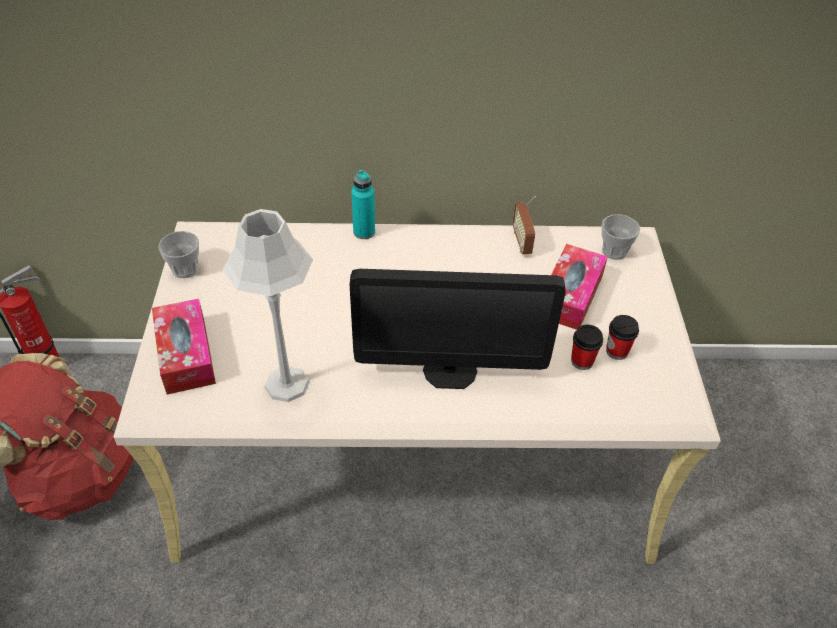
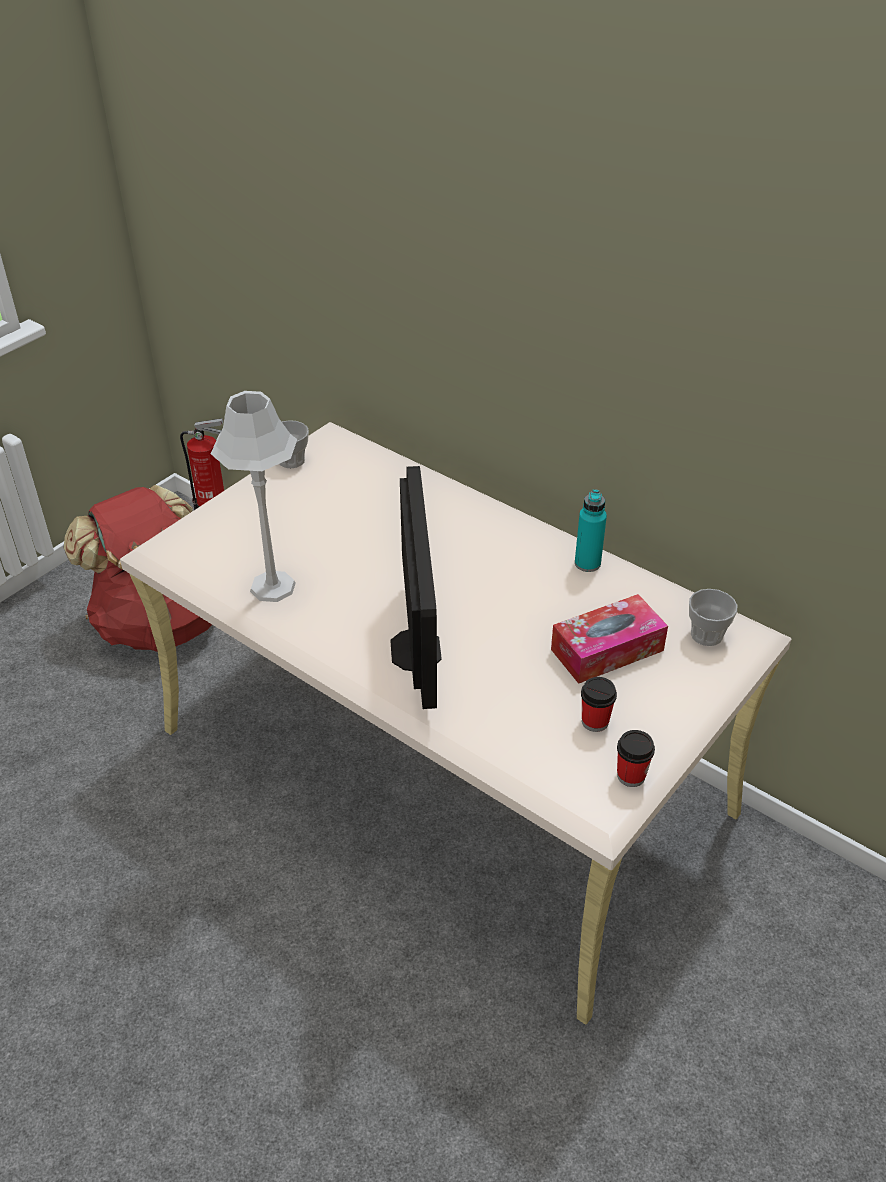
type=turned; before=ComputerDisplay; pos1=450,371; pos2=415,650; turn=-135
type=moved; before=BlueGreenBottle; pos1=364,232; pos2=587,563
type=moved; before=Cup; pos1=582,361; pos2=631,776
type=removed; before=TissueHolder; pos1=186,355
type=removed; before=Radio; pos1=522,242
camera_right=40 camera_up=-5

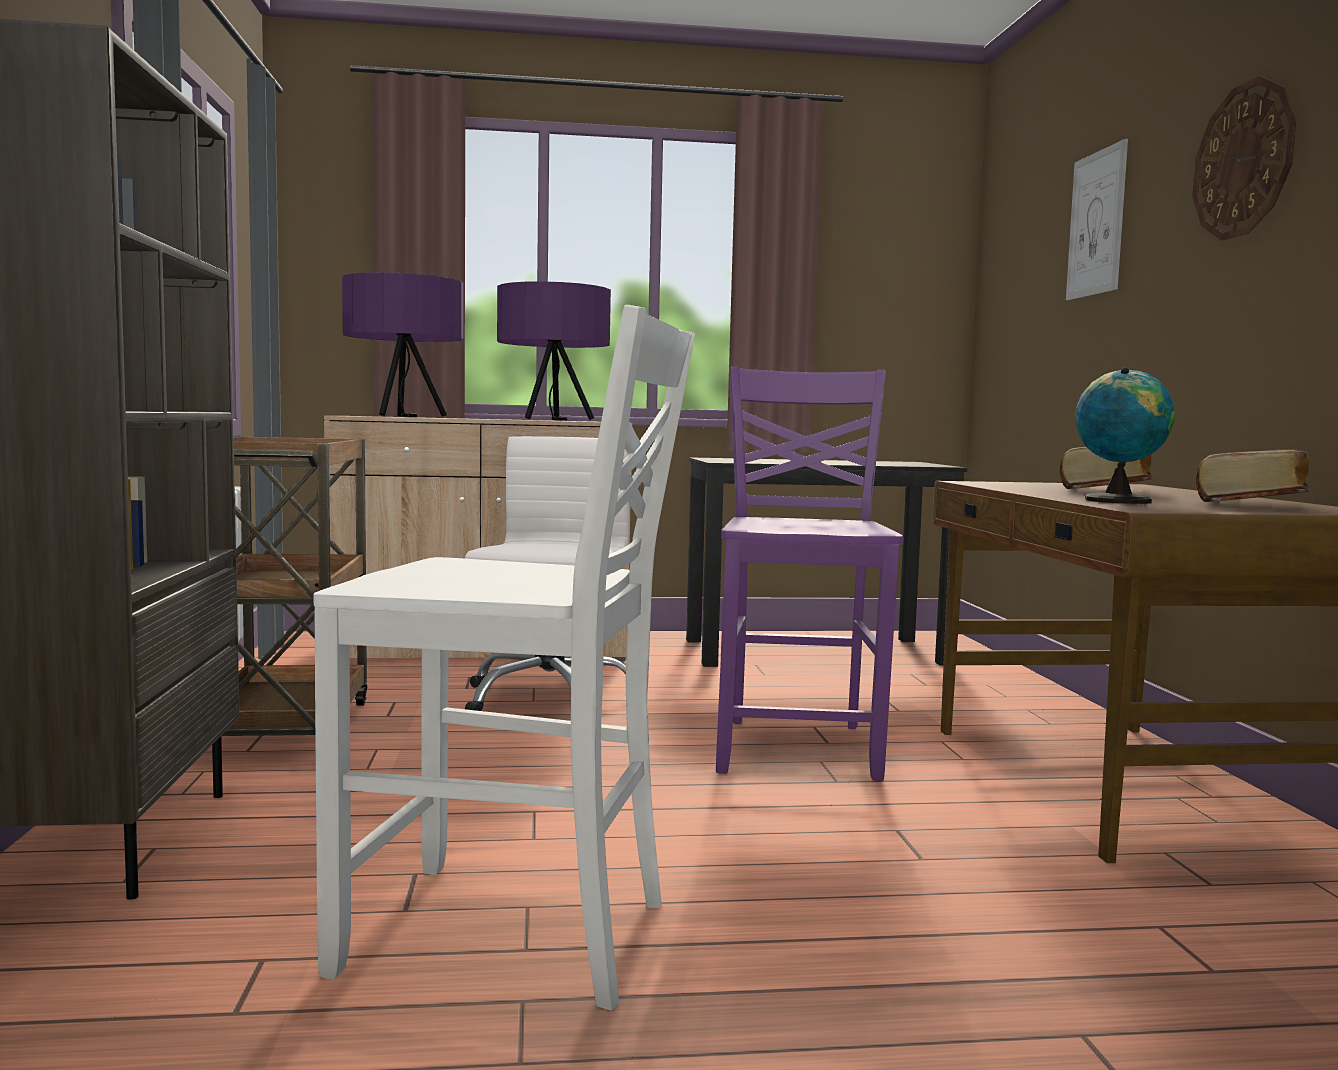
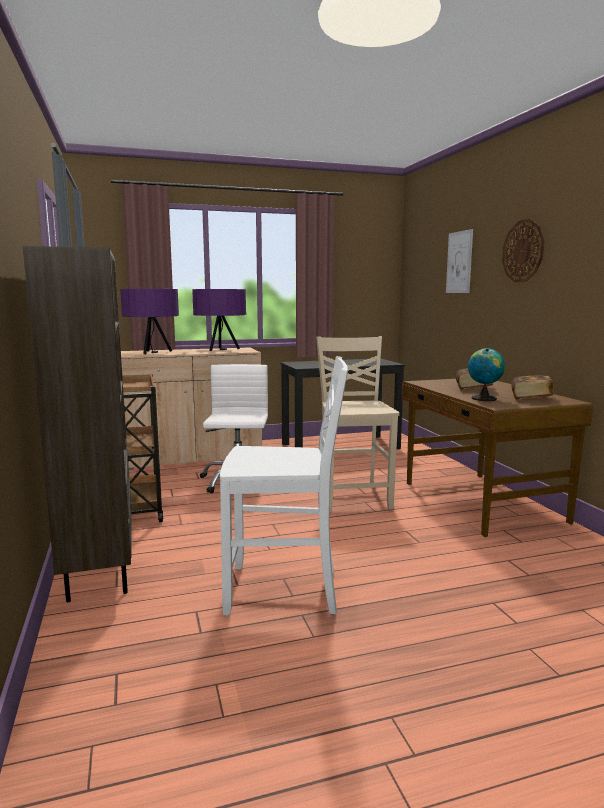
type=recoloured; before=PurpleUprightChair; after=BeigeUprightChair; pos1=798,747; pos2=353,496
camera_right=-10 camera_up=5

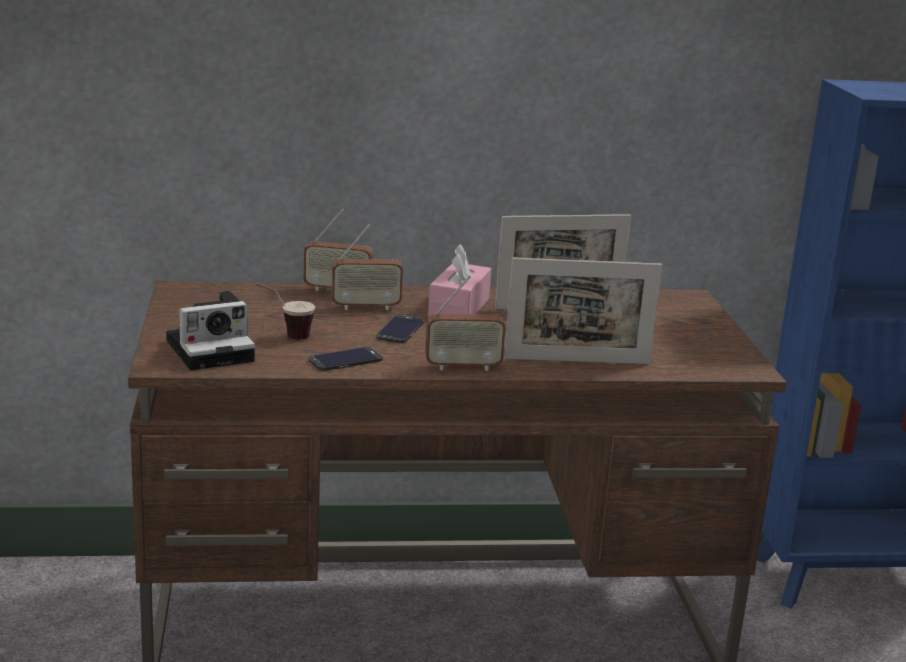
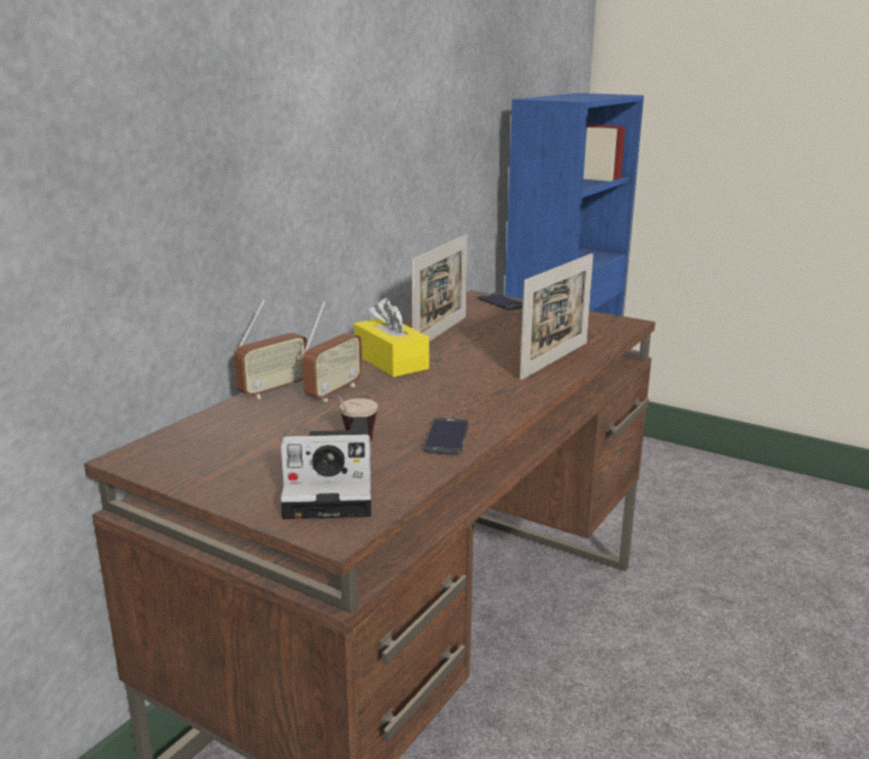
type=turned; before=StillCamera; pos1=213,350; pos2=334,490; turn=75
type=recoloured; before=PinkTissueHolder; after=YellowColouredTissueHolder; pos1=459,307; pos2=391,361
type=moved; before=Handset; pos1=400,330; pos2=501,302
type=removed; before=Radio; pos1=463,366
camera_right=-50 camera_up=0

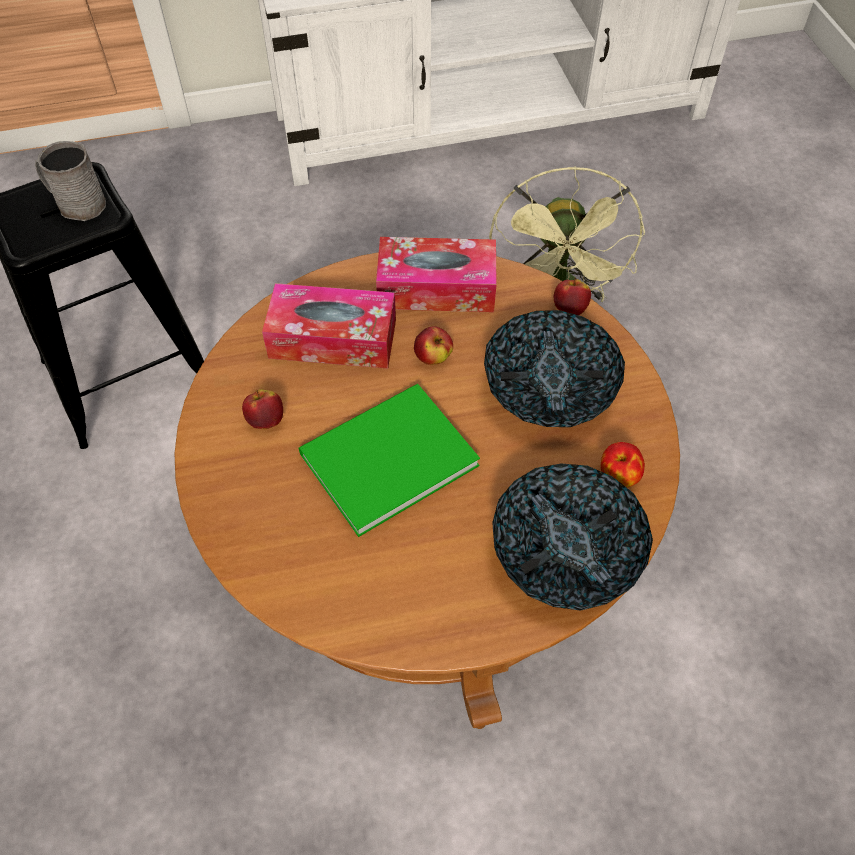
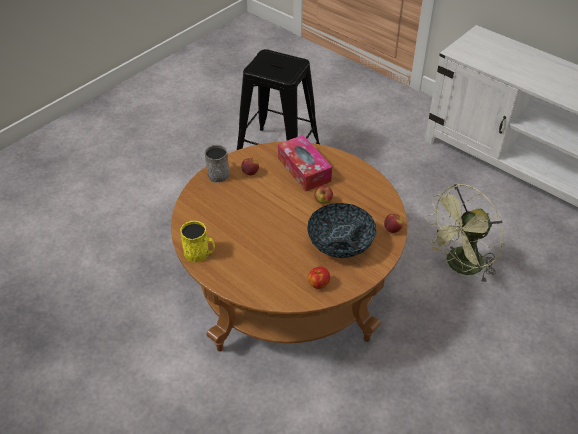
type=added; after=YellowColouredMug; pos2=200,253
type=moved; before=GreyMug; pos1=76,204; pos2=217,172
type=removed; before=GreenVolume; pos1=383,459
type=removed; before=TissueHolder; pos1=436,288
type=removed; before=Bowl; pos1=564,555
camera_right=55 camera_up=-10

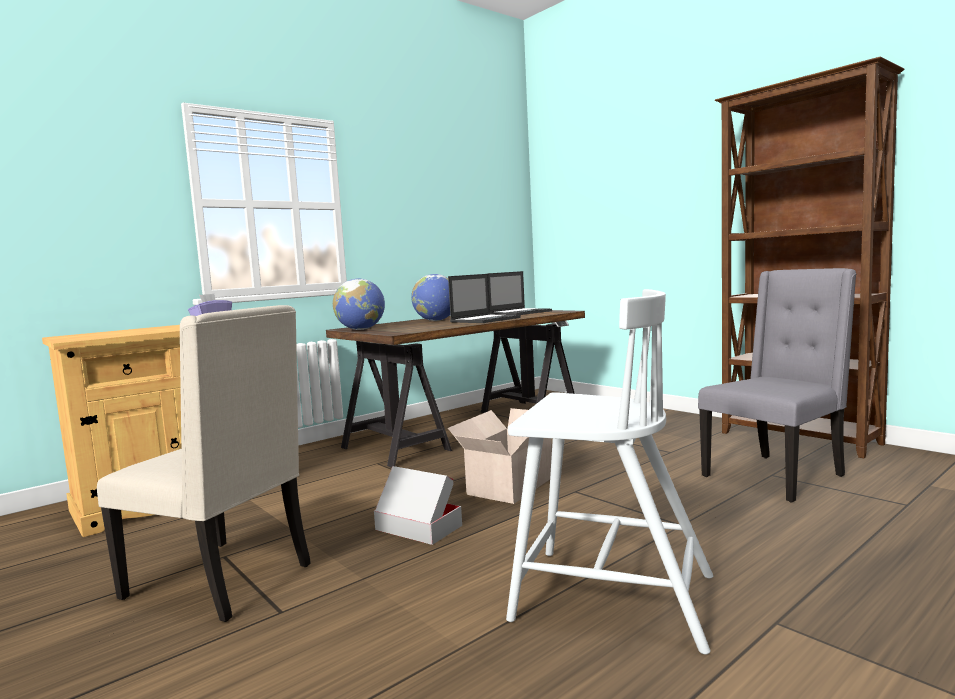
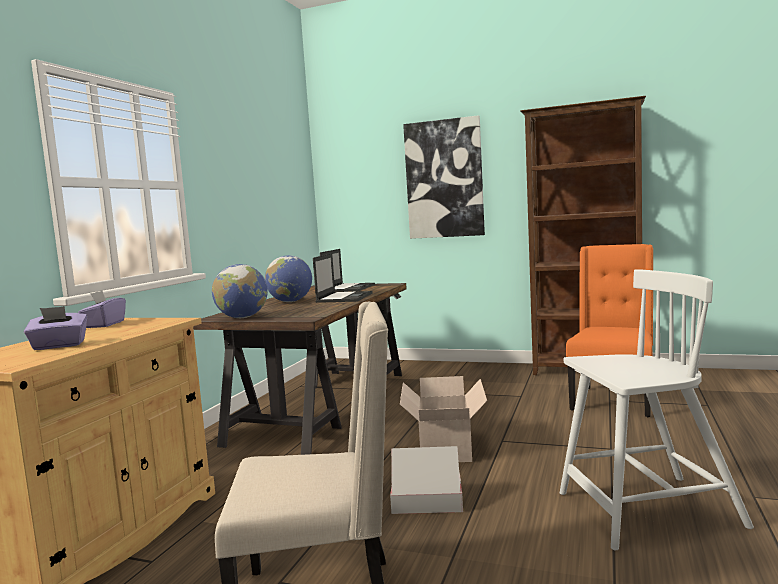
type=added; after=PurpleTissueHolder; pos2=59,346
type=added; after=Picture; pos2=444,179
type=recoloured; before=GreyUprightChair; after=OrangeColouredUprightChair; pos1=776,476; pos2=613,400
camera_right=-30 camera_up=0

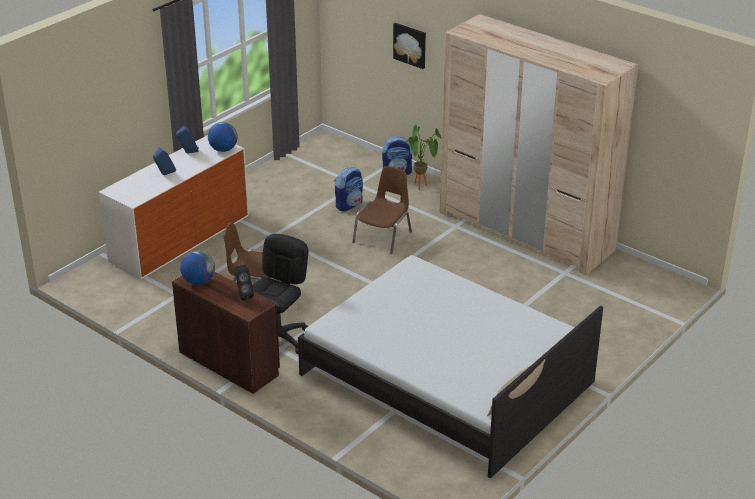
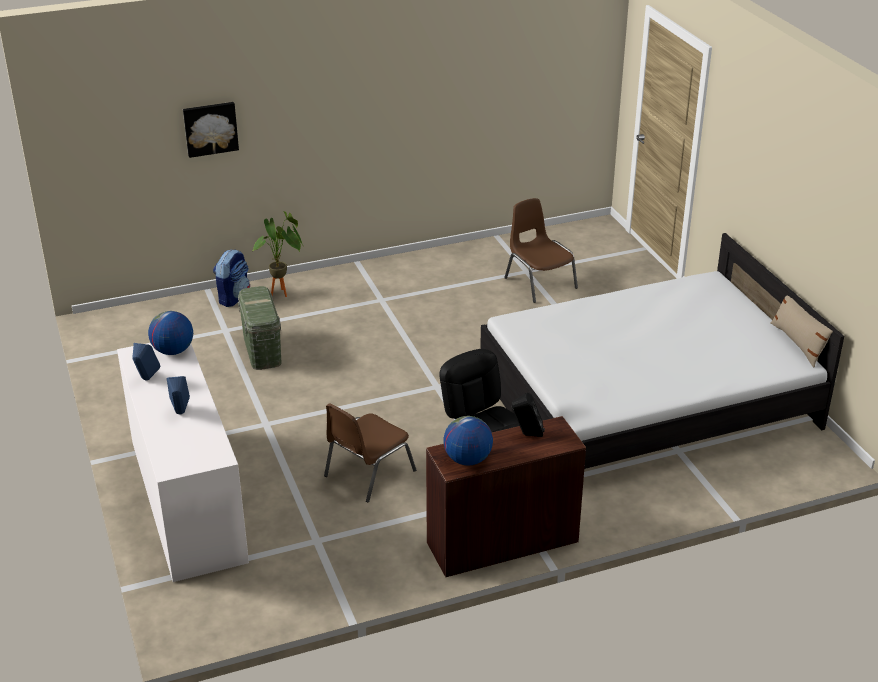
type=replaced; before=Knapsack; after=GreenStorageBin; pos1=349,204; pos2=262,350
type=moved; before=BrownUprightChair; pos1=383,237; pos2=539,283
type=removed; before=BeigeArmoire; pos1=526,231
camera_right=-60 camera_up=0

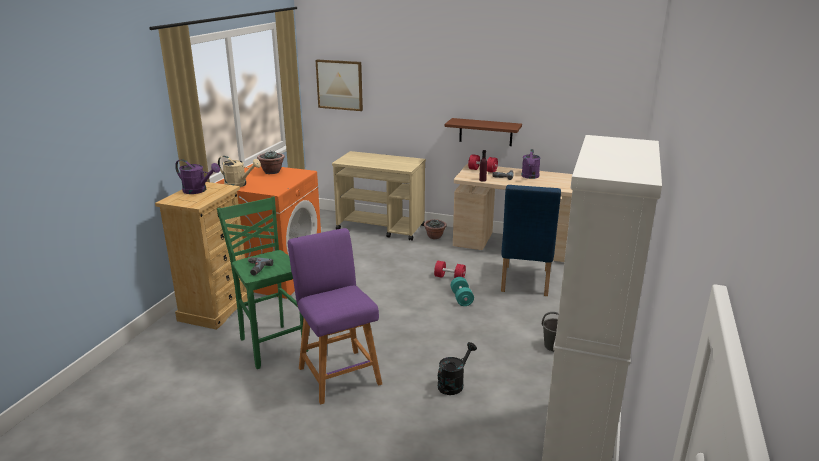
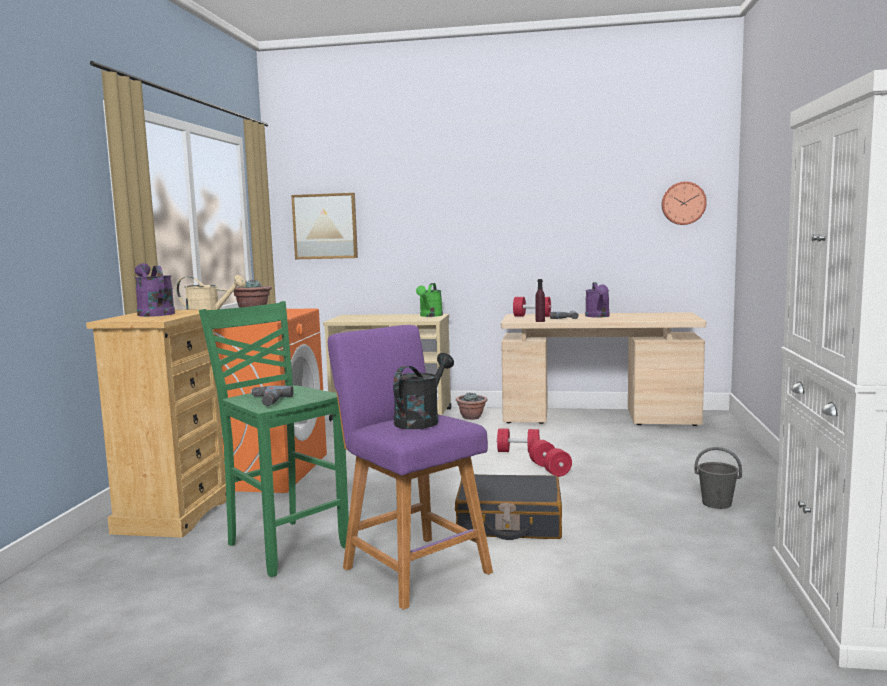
type=turned; before=PurpleWateringPot; pos1=198,190; pos2=154,313; turn=-135
type=moved; before=BlackishWateringPot; pos1=453,383; pos2=421,420
type=added; after=GreenWateringPot; pos2=430,316
type=added; after=BlackishPieceOfLuggage; pos2=509,523
type=recoloured; before=BlueGreenHandWeight; after=RedHandWeight; pos1=461,298; pos2=550,469
type=added; after=HangingClock; pos2=683,203
type=removed; before=BrownBracketShelf; pos1=485,132
type=removed; before=BlueUprightChair; pos1=524,283
camera_right=-10 camera_up=-15

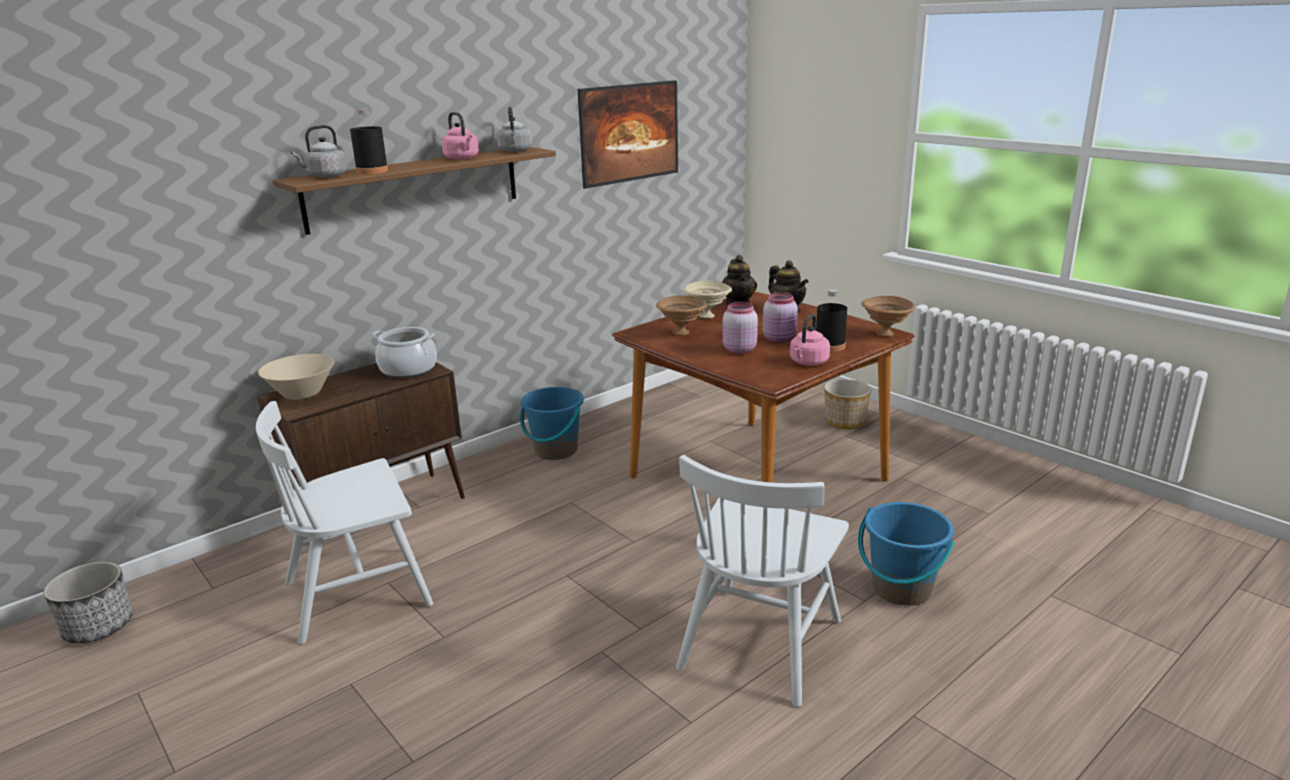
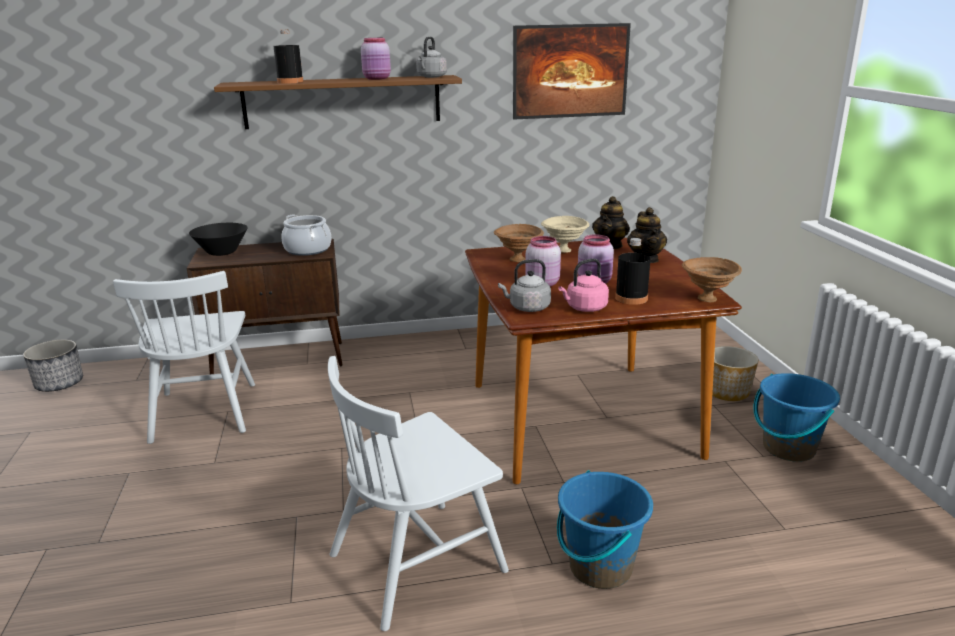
type=turned; before=WhiteUprightChair; pos1=359,592; pos2=204,412; turn=-105
type=recoloured; before=BeigeBowl; after=BlackishBowl; pos1=301,394; pos2=222,252
type=replaced; before=PinkWaterKettle; after=PinkStorageJar; pos1=462,158; pos2=377,79
type=moved; before=GreyWaterKettle; pos1=325,176; pos2=527,308
type=moved; before=BlueWaterBucket; pos1=555,451; pos2=788,448
camera_right=30 camera_up=0

